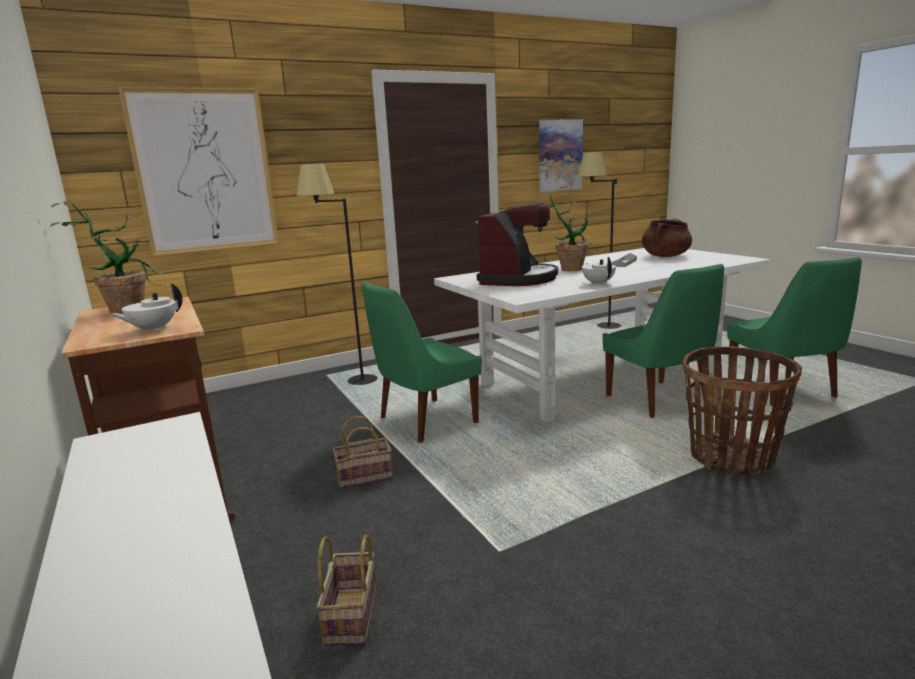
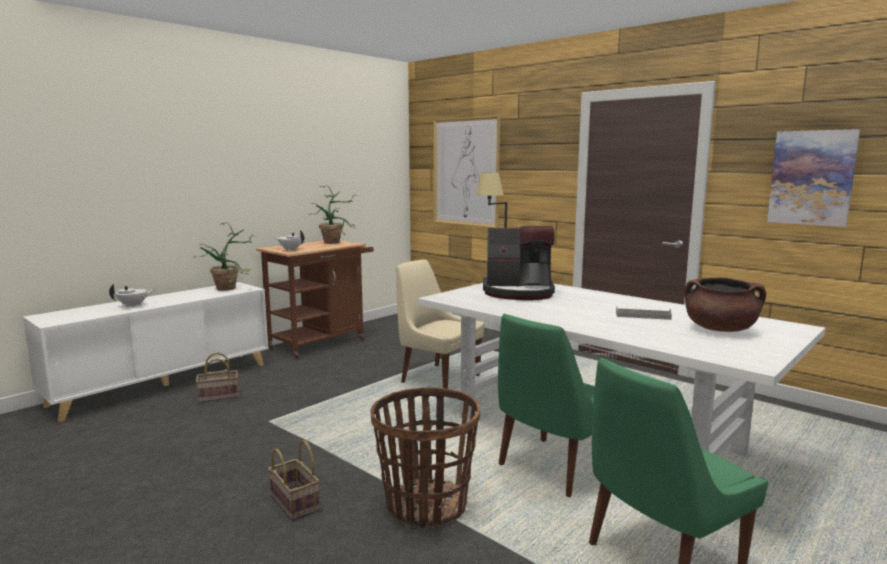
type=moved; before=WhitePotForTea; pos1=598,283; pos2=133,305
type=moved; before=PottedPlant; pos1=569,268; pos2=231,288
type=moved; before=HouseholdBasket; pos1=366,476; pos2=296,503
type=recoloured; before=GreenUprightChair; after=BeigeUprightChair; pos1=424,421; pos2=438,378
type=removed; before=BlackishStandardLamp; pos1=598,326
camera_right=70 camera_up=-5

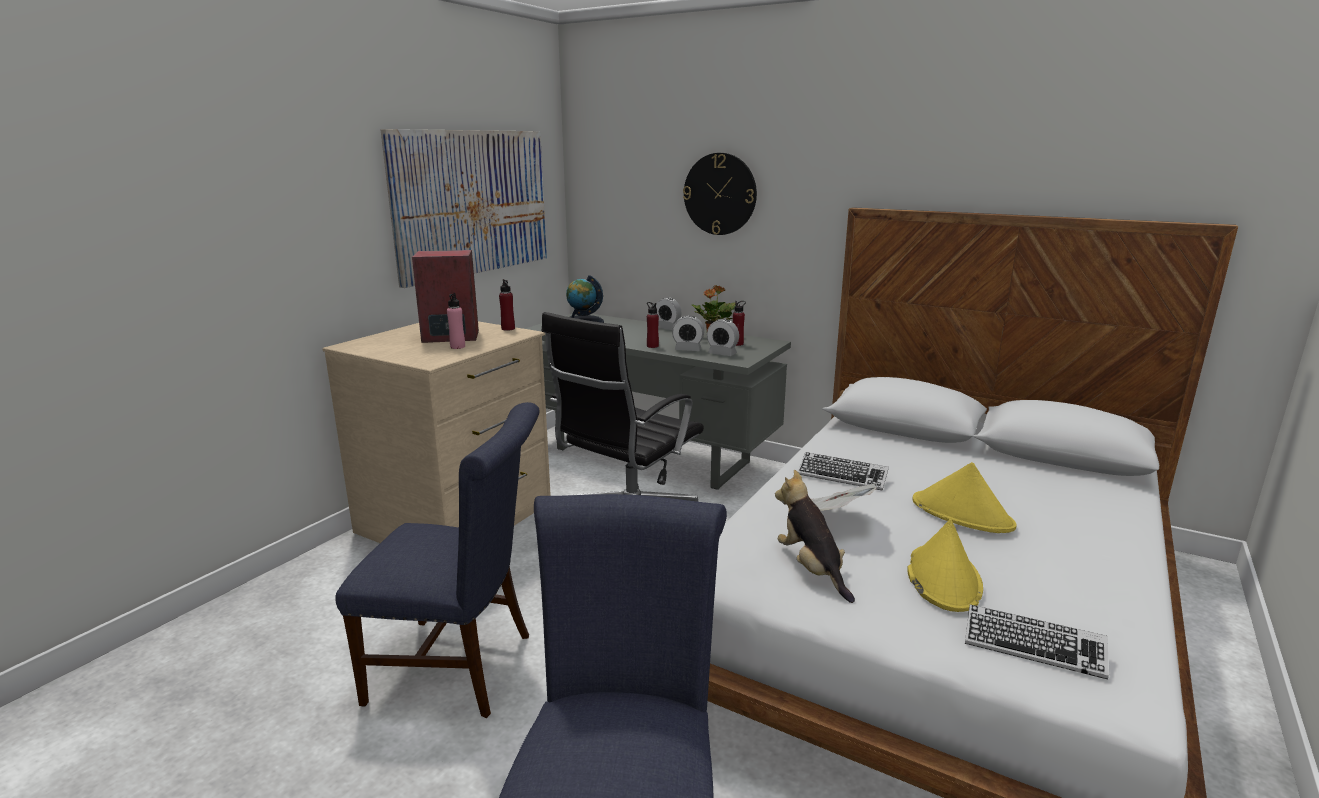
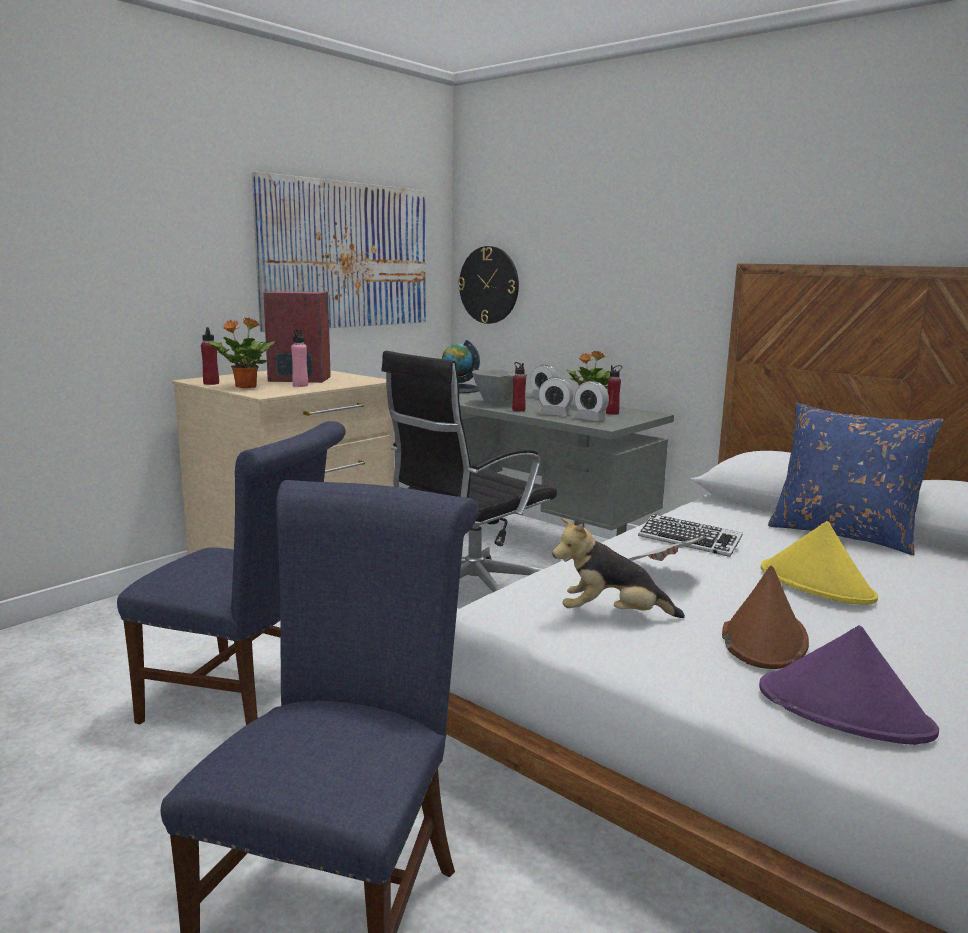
type=moved; before=RedBottle; pos1=508,328; pos2=211,383
type=added; after=PottedPlant; pos2=245,387
type=moved; before=HangingClock; pos1=720,194; pos2=489,285
type=added; after=GreyBowl; pos2=498,403
type=turned; before=CuddlyToy; pos1=811,569; pos2=612,616; turn=-75
type=recoloured; before=YellowColouredHat; after=BrownHat; pos1=943,578; pos2=763,638
type=replaced; before=ComputerKeyboard; after=PurpleHat; pos1=1033,647; pos2=845,710
type=added; after=BluePillow; pos2=843,534
camera_right=10 camera_up=-5

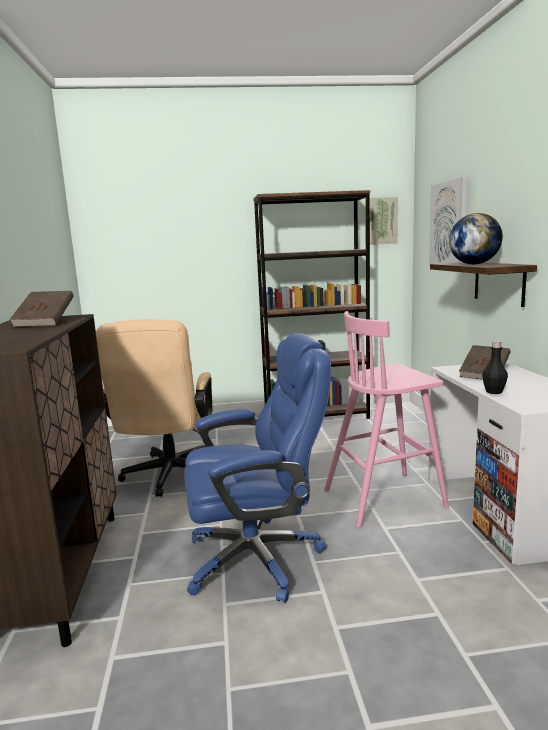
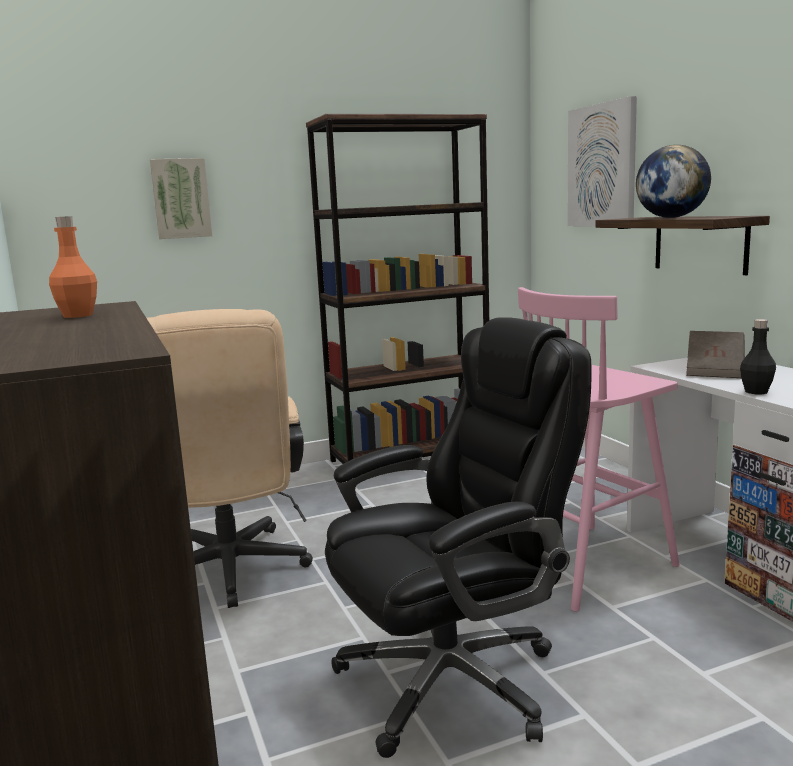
type=replaced; before=BrownVolume; after=OrangeColouredBottle; pos1=45,323; pos2=78,315
type=moved; before=Picture; pos1=381,221; pos2=181,198
type=recoloured; before=BlueDeskChair; after=BlackishDeskChair; pos1=257,558; pos2=454,680
camera_right=-15 camera_up=0

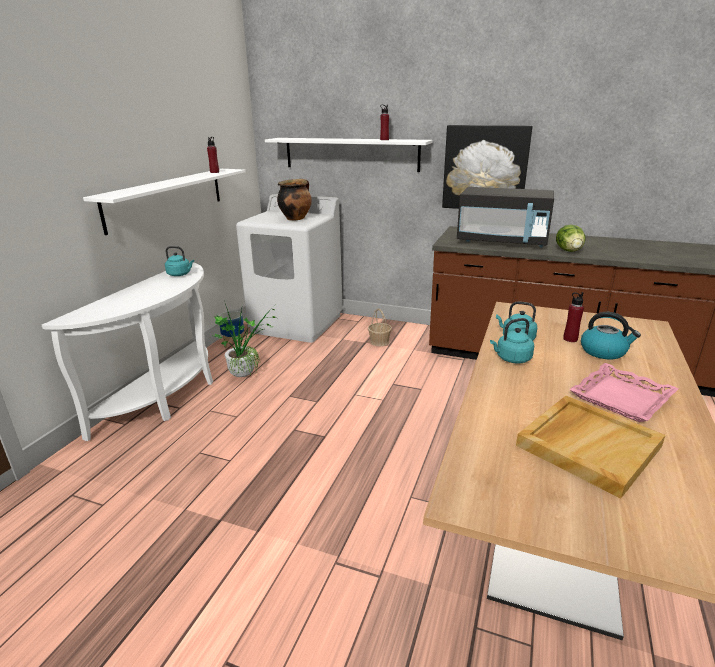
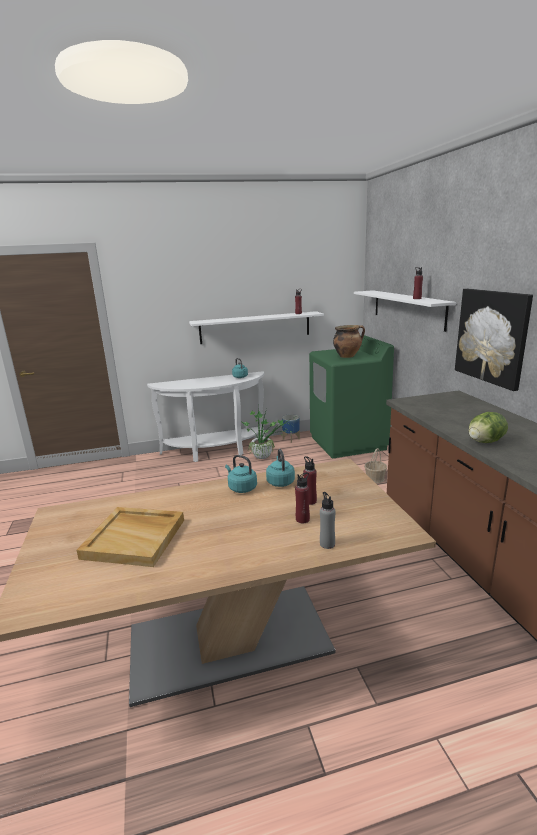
type=replaced; before=WaterKettle; after=RedBottle; pos1=604,351; pos2=302,519
type=recoloured; before=WhiteLaundryAppliance; after=GreenLaundryAppliance; pos1=297,323; pos2=348,443
type=added; after=GreyBottle; pos2=327,544
type=removed; before=BlackishMicrowave; pos1=502,242
type=removed; before=PinkCarryingTray; pos1=620,397
camera_right=55 camera_up=-5

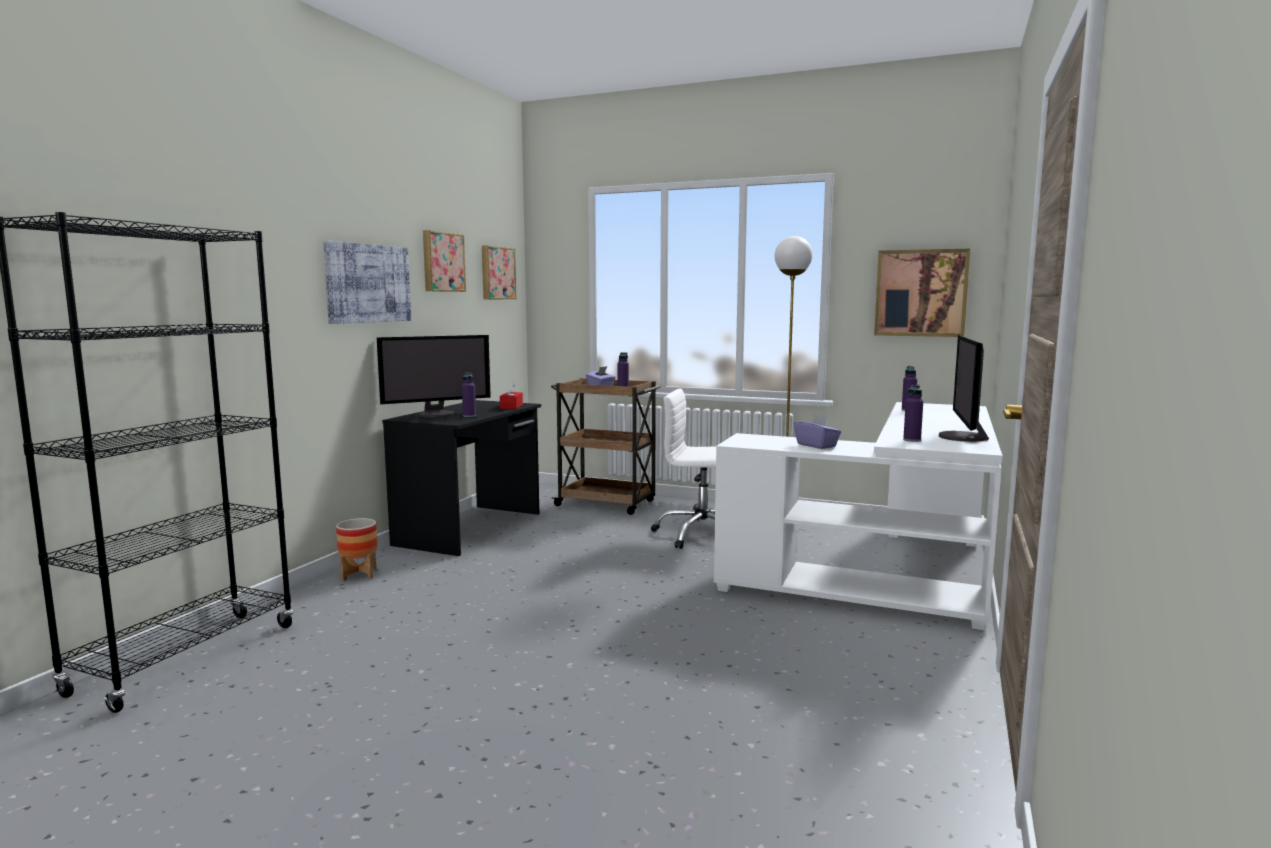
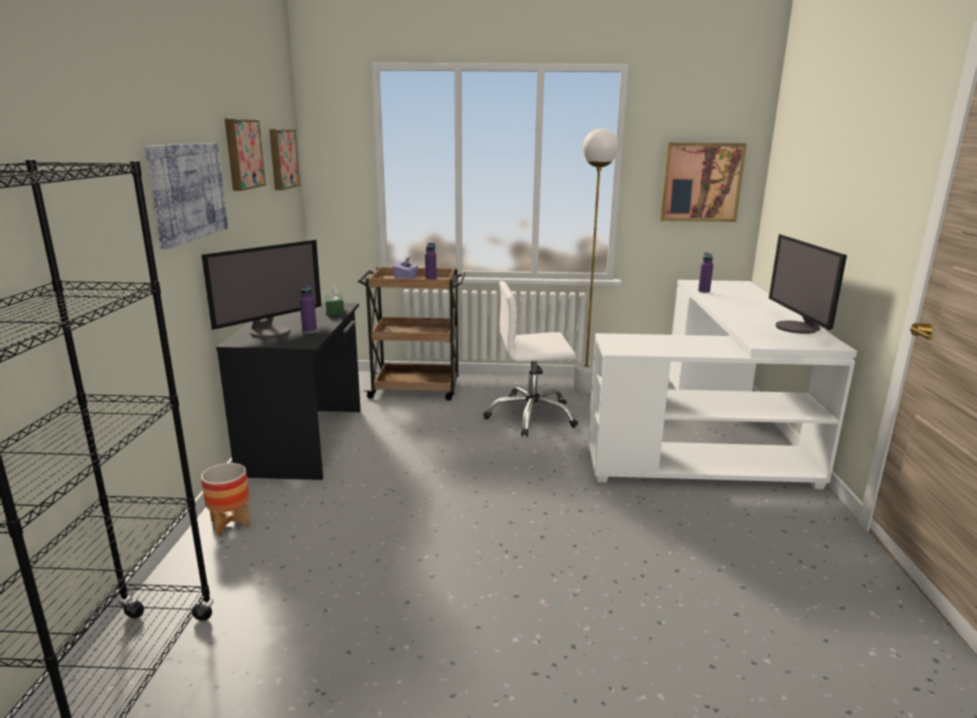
type=recoloured; before=RedTissueHolder; after=GreenTissueHolder; pos1=511,406; pos2=334,310
type=removed; before=PurpleTissueHolder; pos1=816,445
type=removed; before=PurpleBottle; pos1=912,440
camera_right=-20 camera_up=10

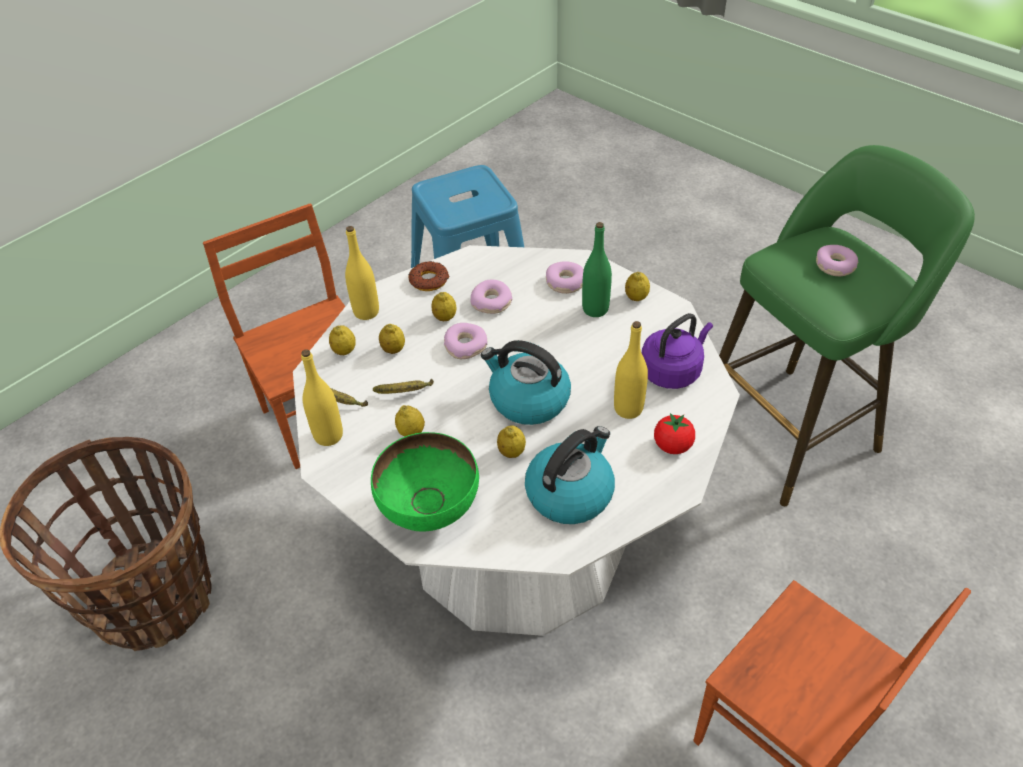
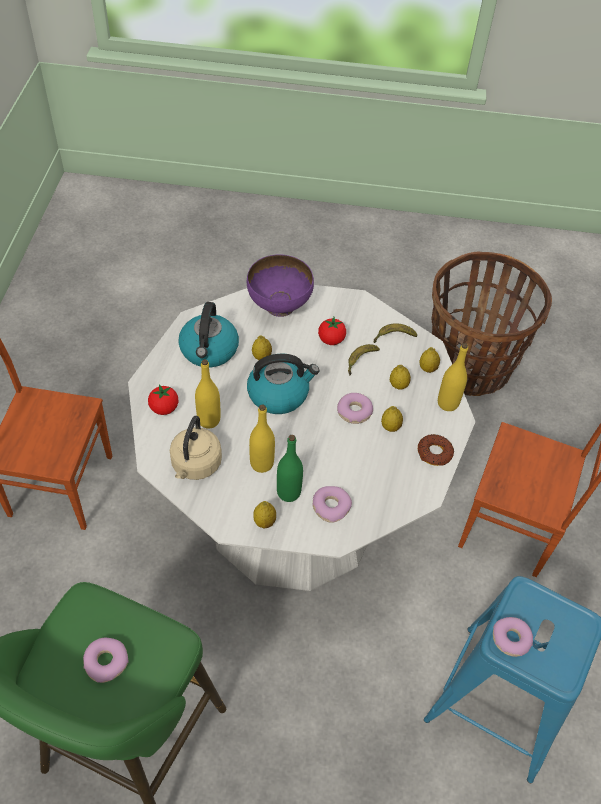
type=recoloured; before=PurpleWaterKettle; after=BeigeWaterKettle; pos1=673,371; pos2=195,466
type=recoloured; before=GreenBowl; after=PurpleBowl; pos1=430,511; pos2=279,306
type=moved; before=YellowColouredBottle; pos1=328,435; pos2=261,463
type=replaced; before=CitrusFruit; after=FreshTomato; pos1=411,432; pos2=331,340
type=moved; before=Doughnut; pos1=492,302; pos2=511,639
camera_right=140 camera_up=5

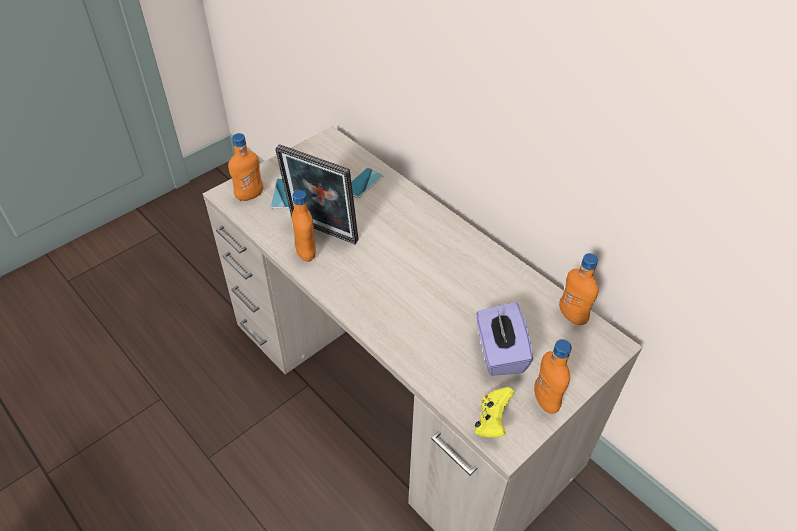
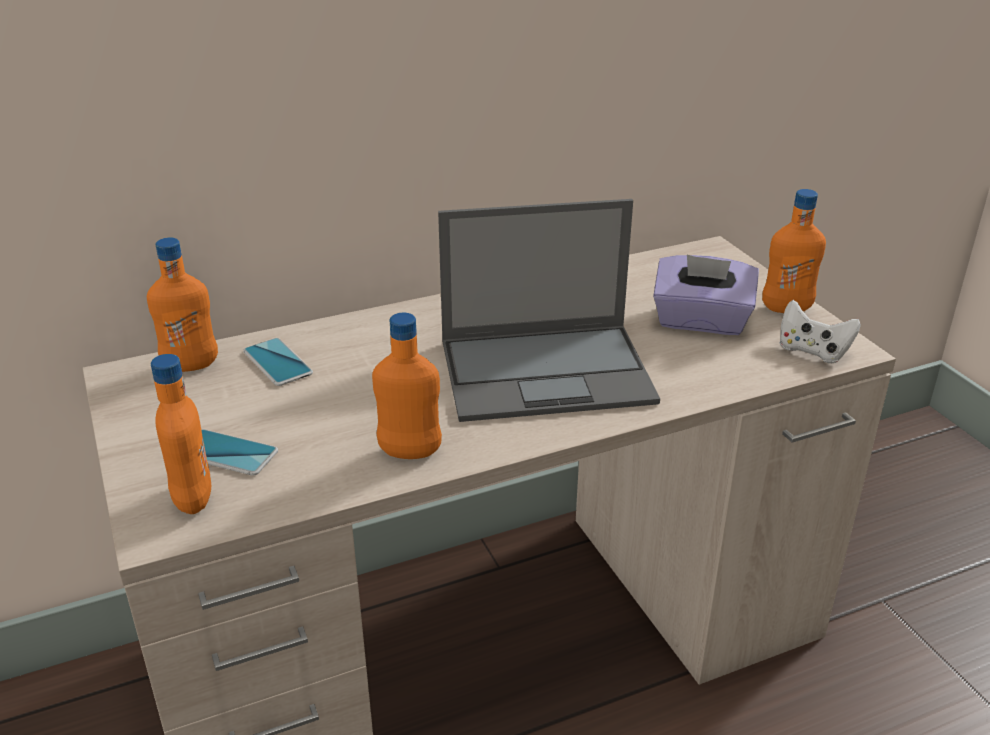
type=moved; before=OrangeColouredBottle; pos1=572,316; pos2=191,365
type=added; after=NotebookComputer; pos2=548,371
type=recoloured; before=YellowColouredJoypad; after=WhiteJoypad; pos1=491,421; pos2=812,351
type=removed; before=StandingFrame; pos1=322,233
camera_right=-70 camera_up=-15

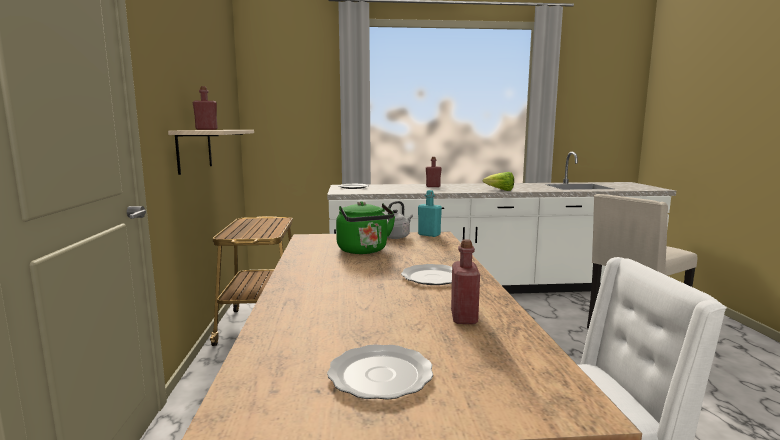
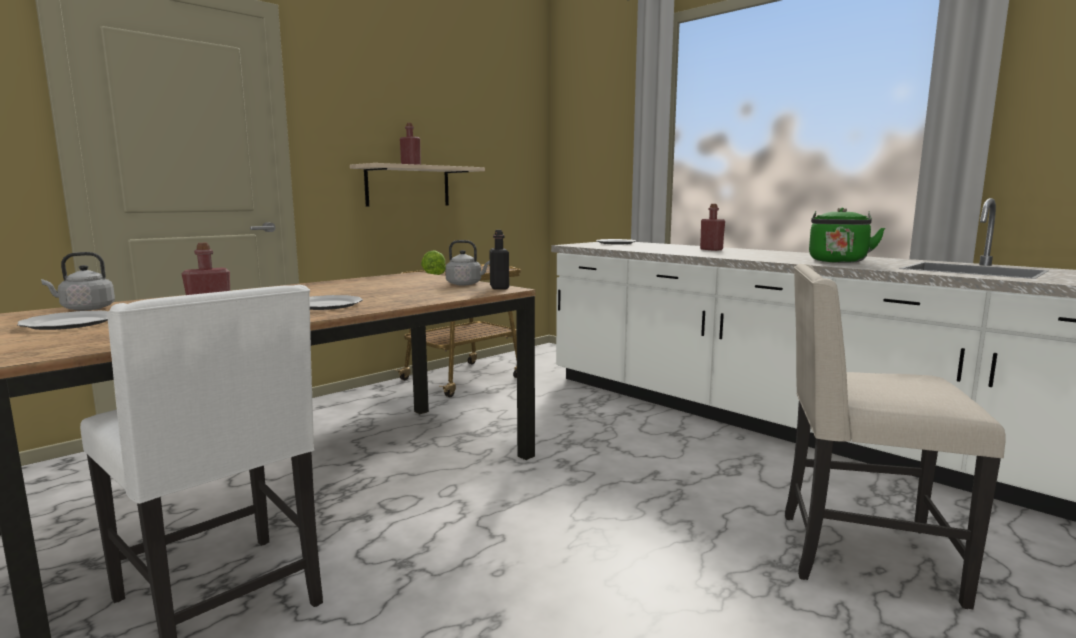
type=added; after=GreyWaterKettle; pos2=85,309
type=moved; before=HeadOfLettuce; pos1=500,190; pos2=433,274
type=recoloured; before=BlueGreenBottle; after=BlackishBottle; pos1=429,235; pos2=499,287
type=moved; before=GreenWaterKettle; pos1=364,251; pos2=838,261
camera_right=50 camera_up=0

